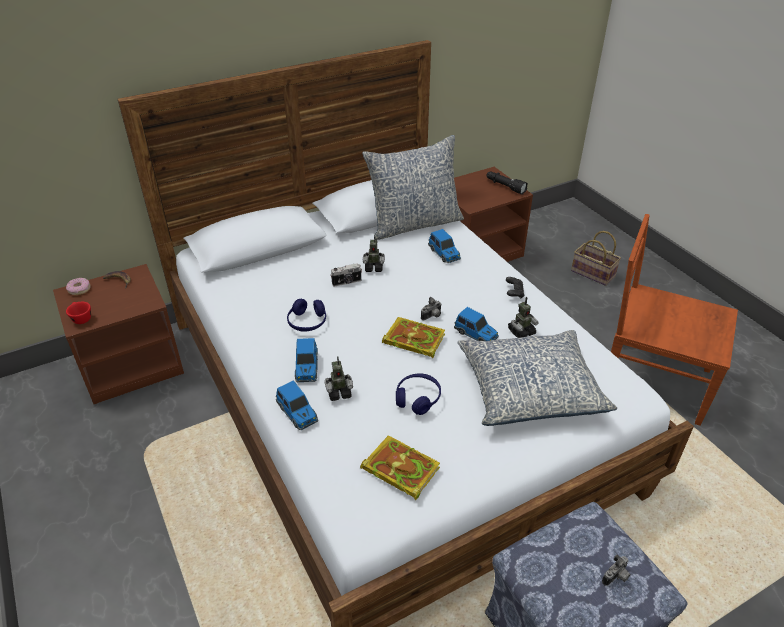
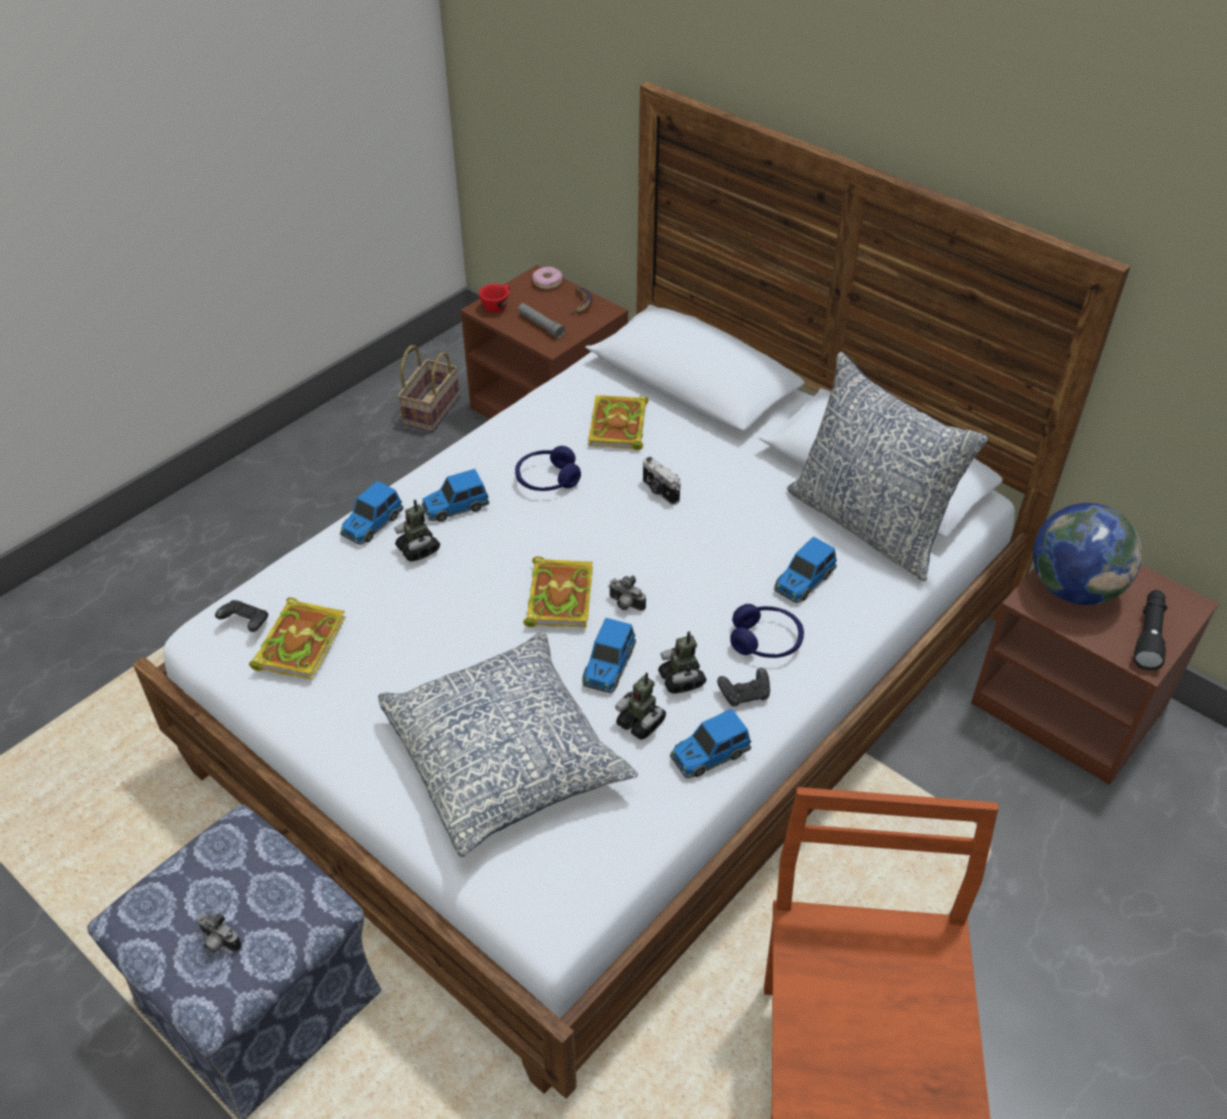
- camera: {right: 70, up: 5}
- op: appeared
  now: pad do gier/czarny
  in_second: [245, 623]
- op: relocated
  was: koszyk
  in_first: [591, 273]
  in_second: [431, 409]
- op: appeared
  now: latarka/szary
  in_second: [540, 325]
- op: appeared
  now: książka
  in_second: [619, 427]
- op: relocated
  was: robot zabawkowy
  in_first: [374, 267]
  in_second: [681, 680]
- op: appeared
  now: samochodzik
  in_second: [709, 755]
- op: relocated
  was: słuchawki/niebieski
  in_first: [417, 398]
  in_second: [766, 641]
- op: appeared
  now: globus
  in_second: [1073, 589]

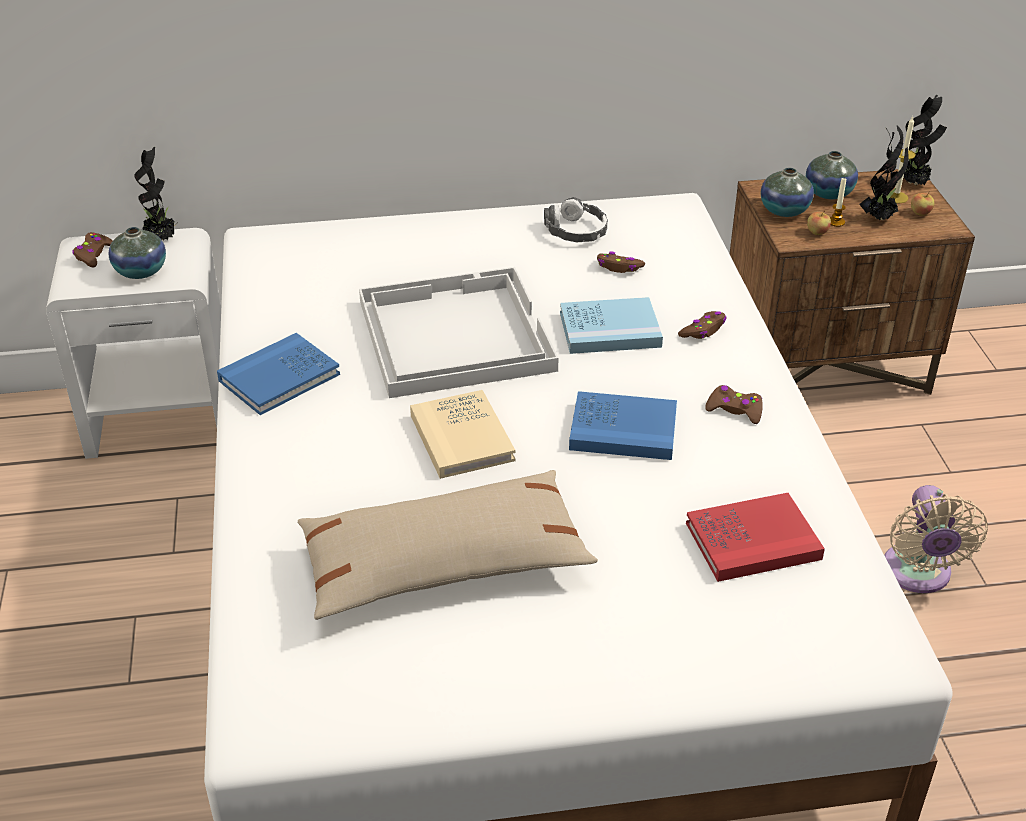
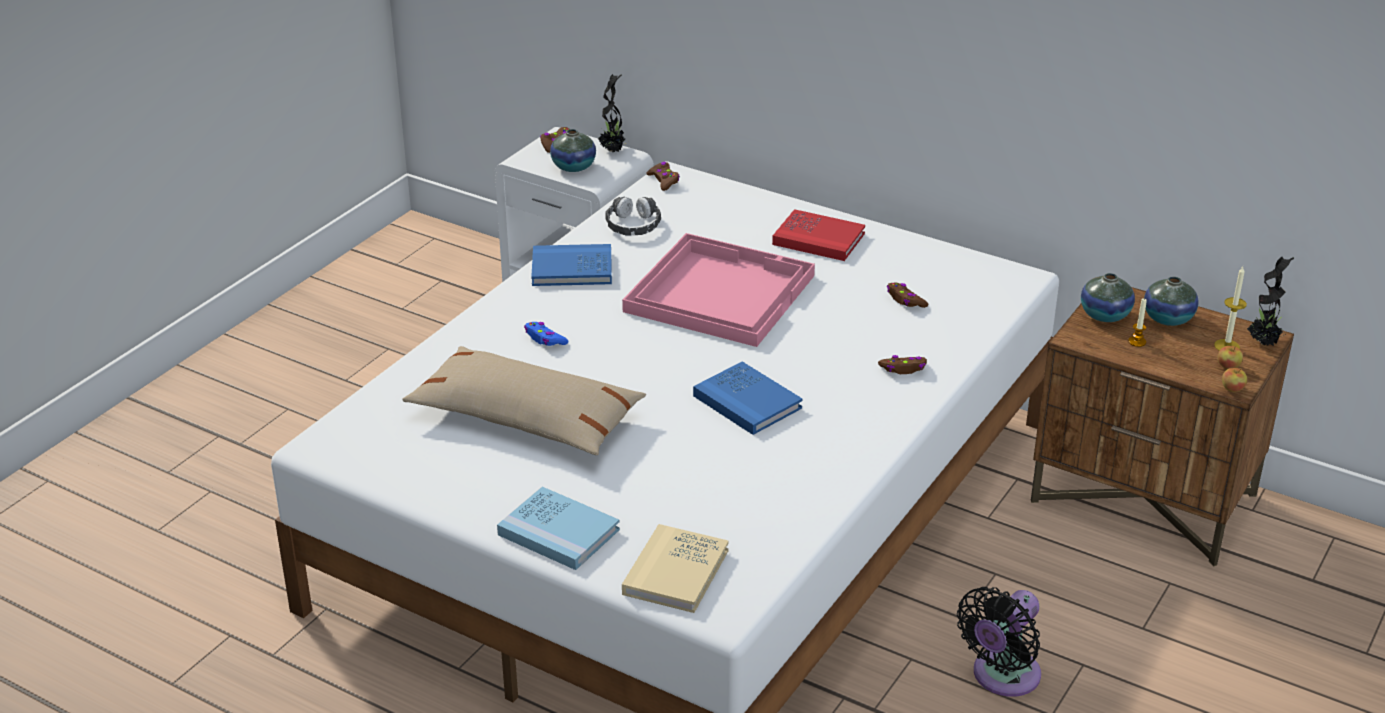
- camera: {right: 40, up: -5}
- op: relocated
  was: książka/niebieski
  in_first: [610, 330]
  in_second: [558, 532]
- op: appeared
  now: pad do gier/niebieski
  in_second: [545, 339]
- op: relocated
  was: słuchawki
  in_first: [576, 231]
  in_second: [633, 225]
- op: colour
  was: taca/biały
  now: taca/różowy
  in_first: [453, 334]
  in_second: [719, 292]
- op: relocated
  was: książka/beżowy
  in_first: [462, 438]
  in_second: [676, 572]
- op: relocated
  was: pad do gier/brązowy
  in_first: [735, 410]
  in_second: [664, 180]
- op: relocated
  was: książka/czerwony
  in_first: [753, 541]
  in_second: [818, 239]
- op: colour
  was: wentylator/beżowy
  now: wentylator/czarny
  in_first: [917, 575]
  in_second: [1002, 677]
- op: relocated
  was: jabłko
  in_first: [817, 232]
  in_second: [1232, 389]
- op: missing
  was: roślina doniczkowa
  in_first: [879, 218]

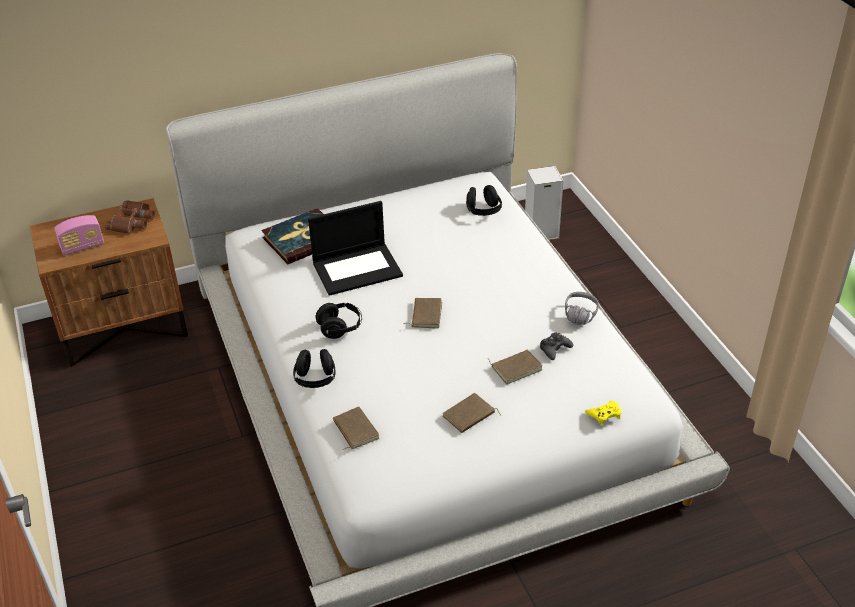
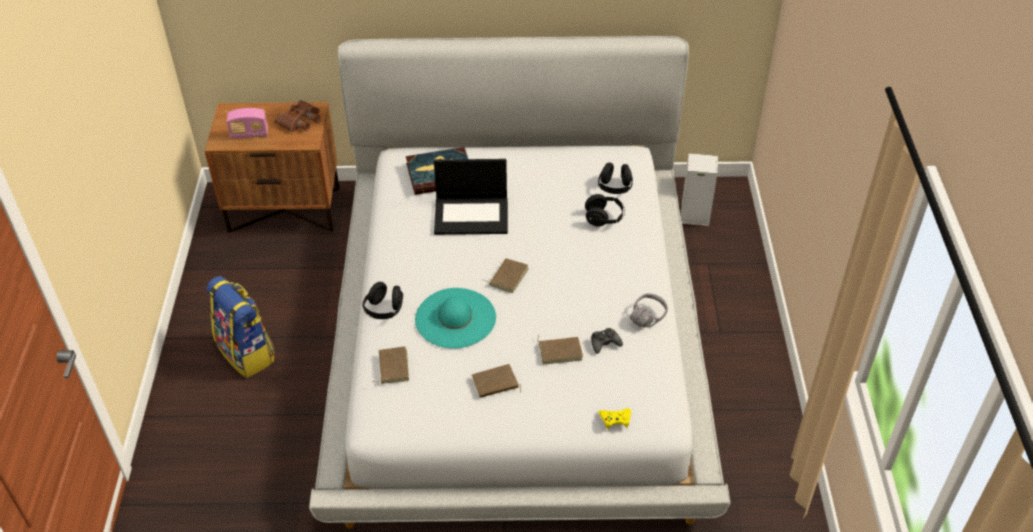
- camera: {right: 20, up: 5}
- op: appeared
  now: plecak
  in_second: [247, 353]
- op: appeared
  now: kapelusz/turkusowy
  in_second: [455, 318]
- op: relocated
  was: słuchawki/czarny
  in_first: [340, 328]
  in_second: [604, 218]

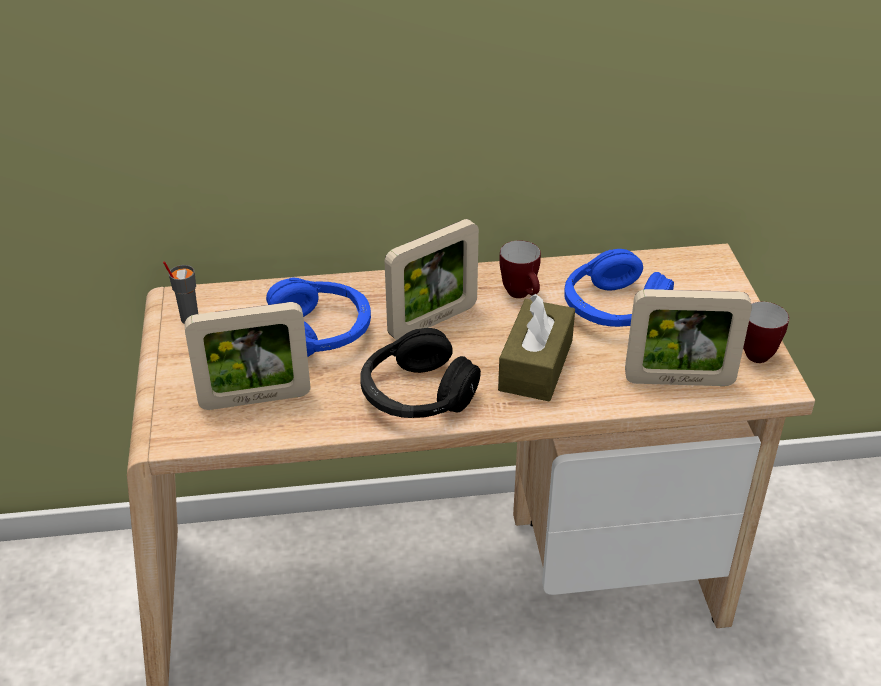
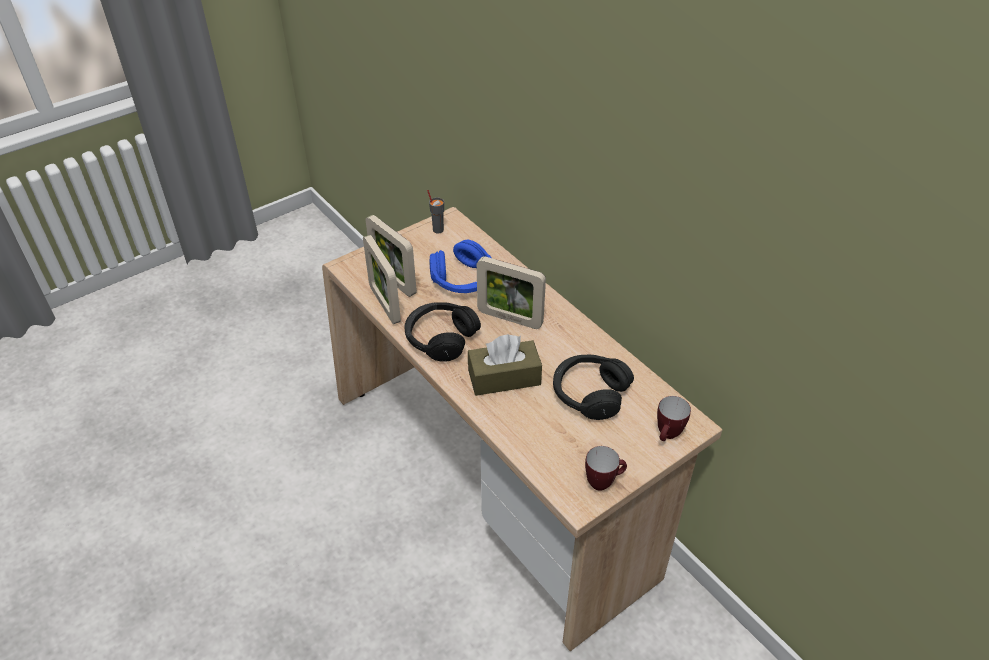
- camera: {right: 60, up: 5}
- op: relocated
  was: ramka na zdjęcie
  in_first: [679, 381]
  in_second: [384, 305]
- op: colour
  was: słuchawki/niebieski
  now: słuchawki/czarny
  in_first: [613, 309]
  in_second: [589, 393]
- op: relocated
  was: kubek
  in_first: [522, 295]
  in_second: [667, 436]

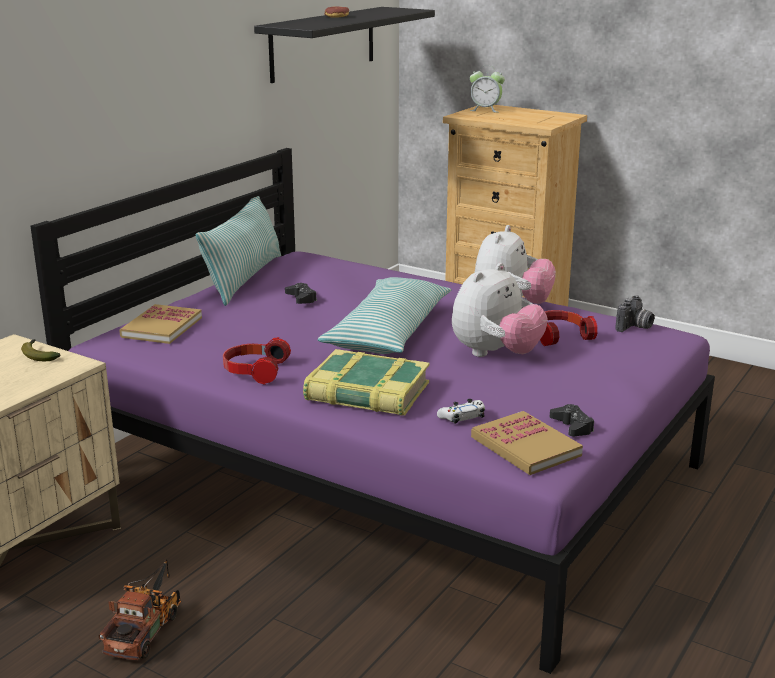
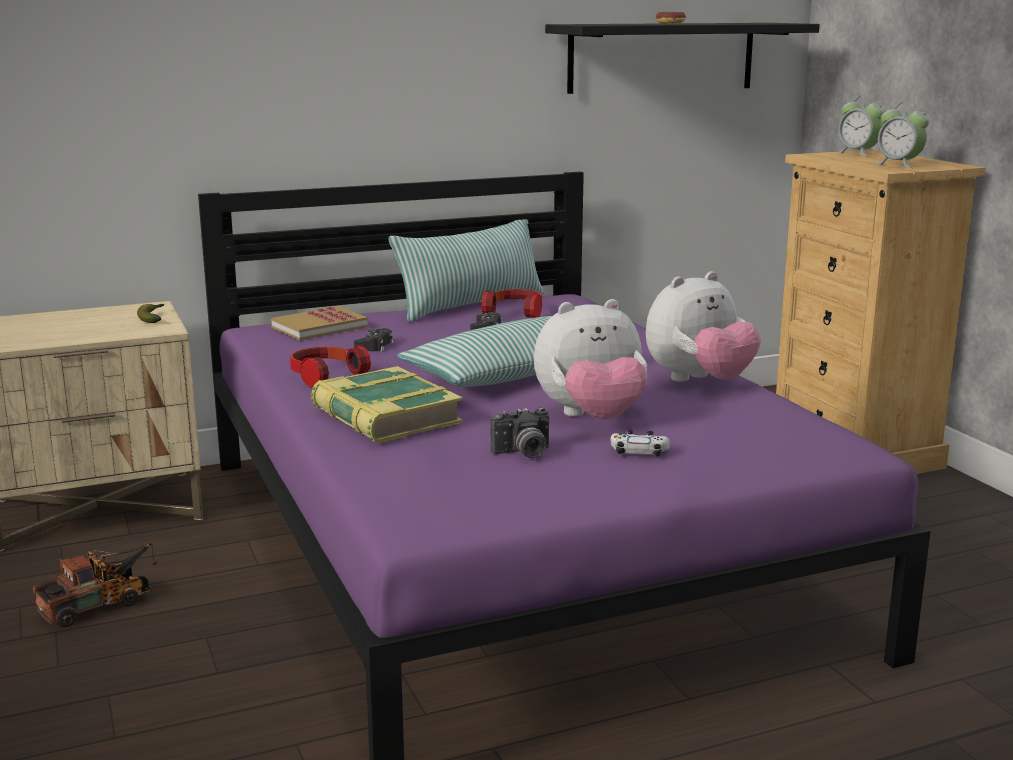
- camera: {right: 35, up: -5}
- op: relocated
  was: pad do gier/czarny
  in_first: [572, 426]
  in_second: [374, 346]
- op: relocated
  was: słuchawki
  in_first: [560, 336]
  in_second: [515, 313]
- op: relocated
  was: aparat fotograficzny
  in_first: [634, 327]
  in_second: [523, 453]
- op: relocated
  was: pad do gier/biały
  in_first: [462, 417]
  in_second: [639, 452]
- op: appeared
  now: budzik
  in_second: [899, 165]
- op: missing
  was: książka
  in_first: [525, 447]

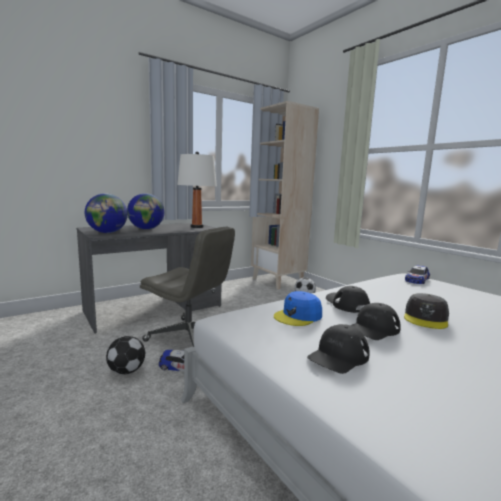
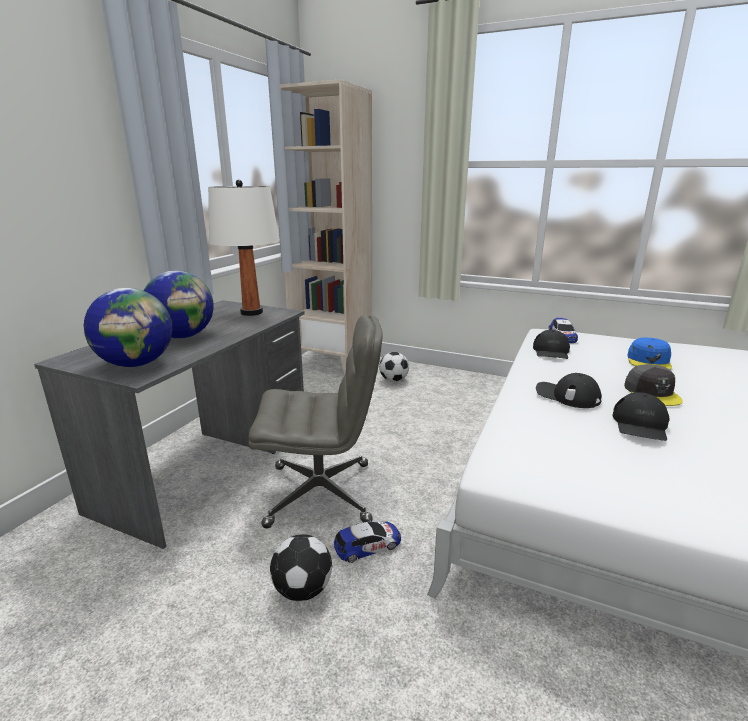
- camera: {right: -30, up: 10}
- op: relocated
  was: czapka z daszkiem/czarny
  in_first: [338, 356]
  in_second: [551, 351]
- op: relocated
  was: czapka z daszkiem/niebieski
  in_first: [298, 316]
  in_second: [649, 361]

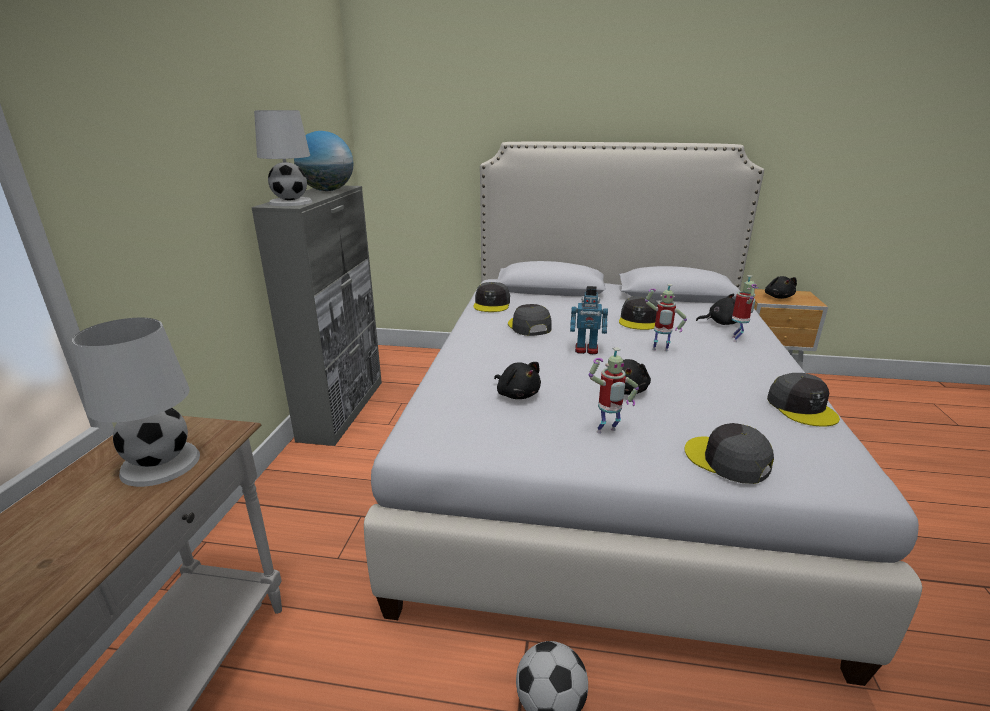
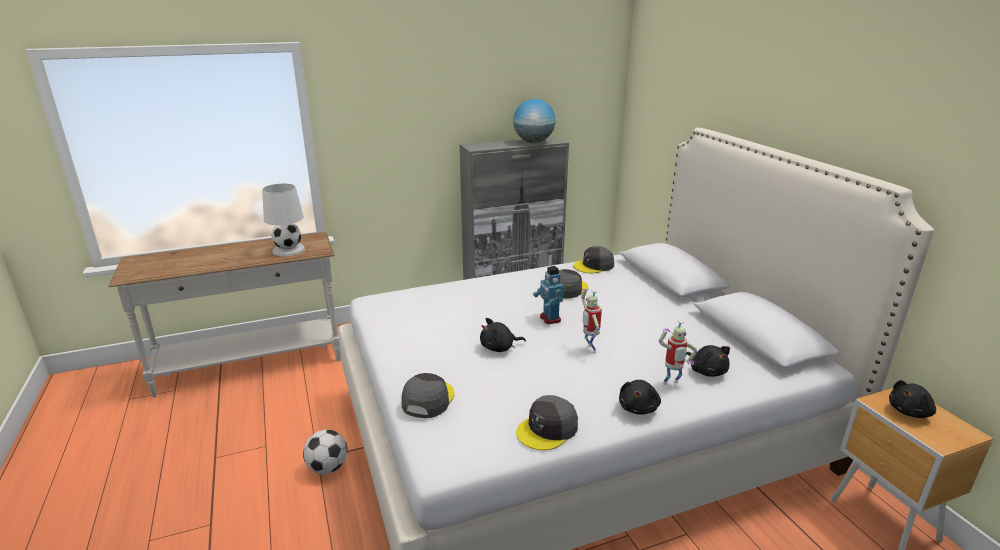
- camera: {right: 60, up: 0}
- op: relocated
  was: pluszak/czarny
  in_first: [517, 394]
  in_second: [638, 408]
- op: missing
  was: lampa stołowa/biały
  in_first: [291, 202]
- op: missing
  was: robot zabawkowy
  in_first: [607, 432]
- op: missing
  was: czapka z daszkiem/szary
  in_first: [639, 320]

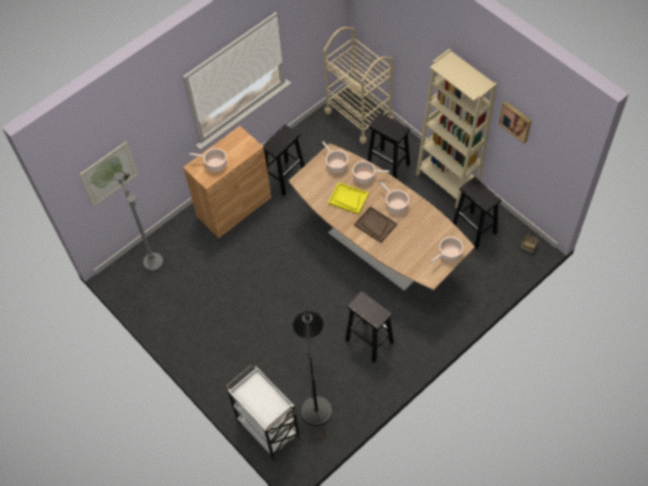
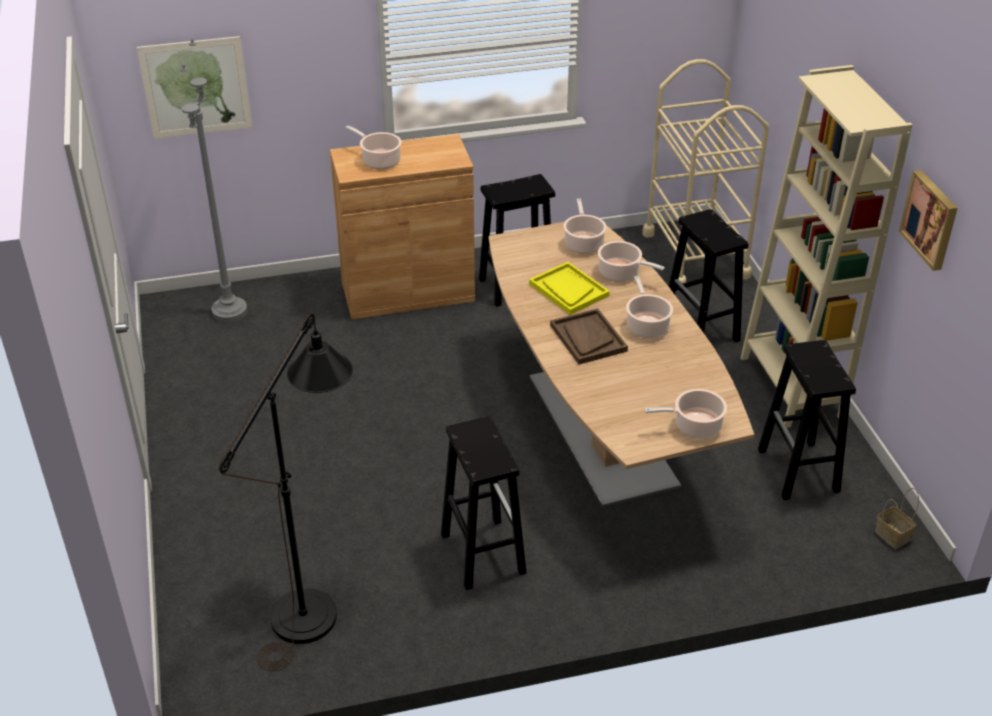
- camera: {right: 25, up: -20}
- op: missing
  was: wózek/biały
  in_first: [268, 428]

